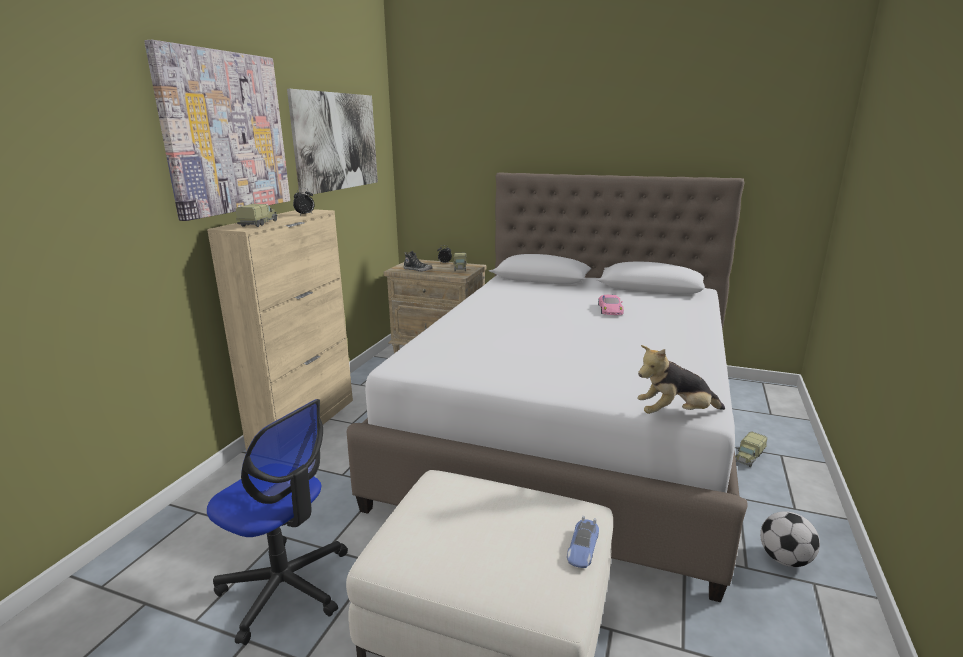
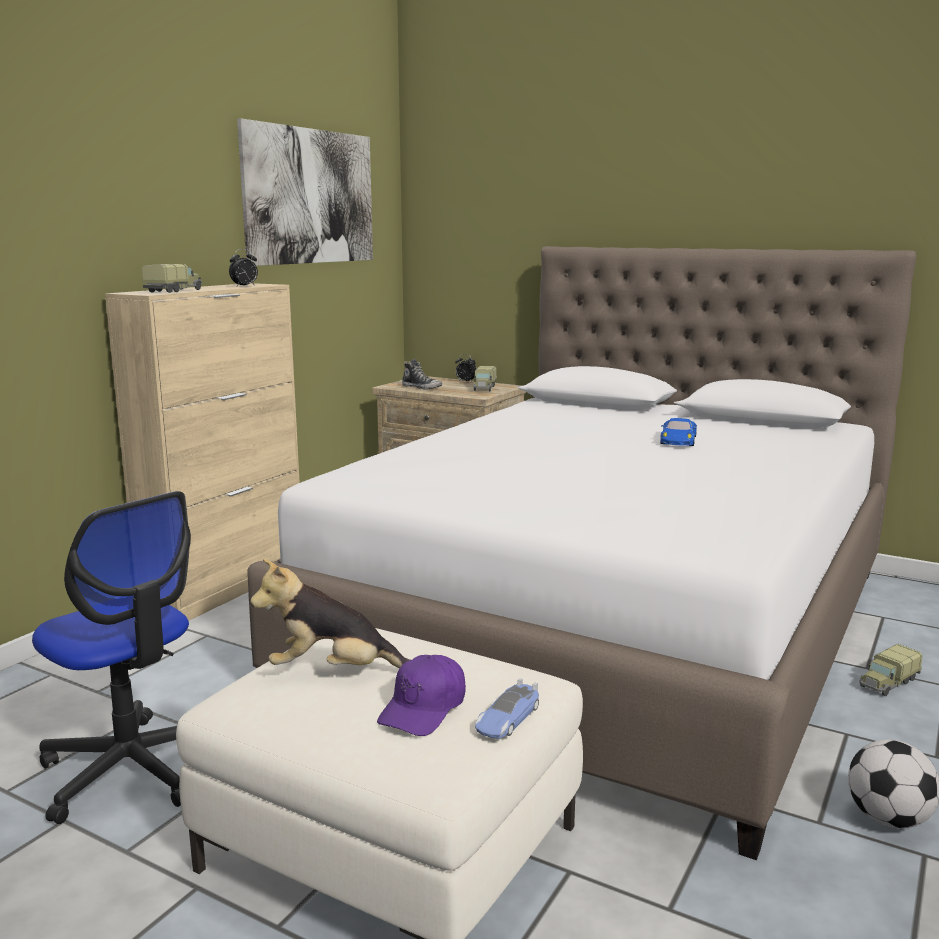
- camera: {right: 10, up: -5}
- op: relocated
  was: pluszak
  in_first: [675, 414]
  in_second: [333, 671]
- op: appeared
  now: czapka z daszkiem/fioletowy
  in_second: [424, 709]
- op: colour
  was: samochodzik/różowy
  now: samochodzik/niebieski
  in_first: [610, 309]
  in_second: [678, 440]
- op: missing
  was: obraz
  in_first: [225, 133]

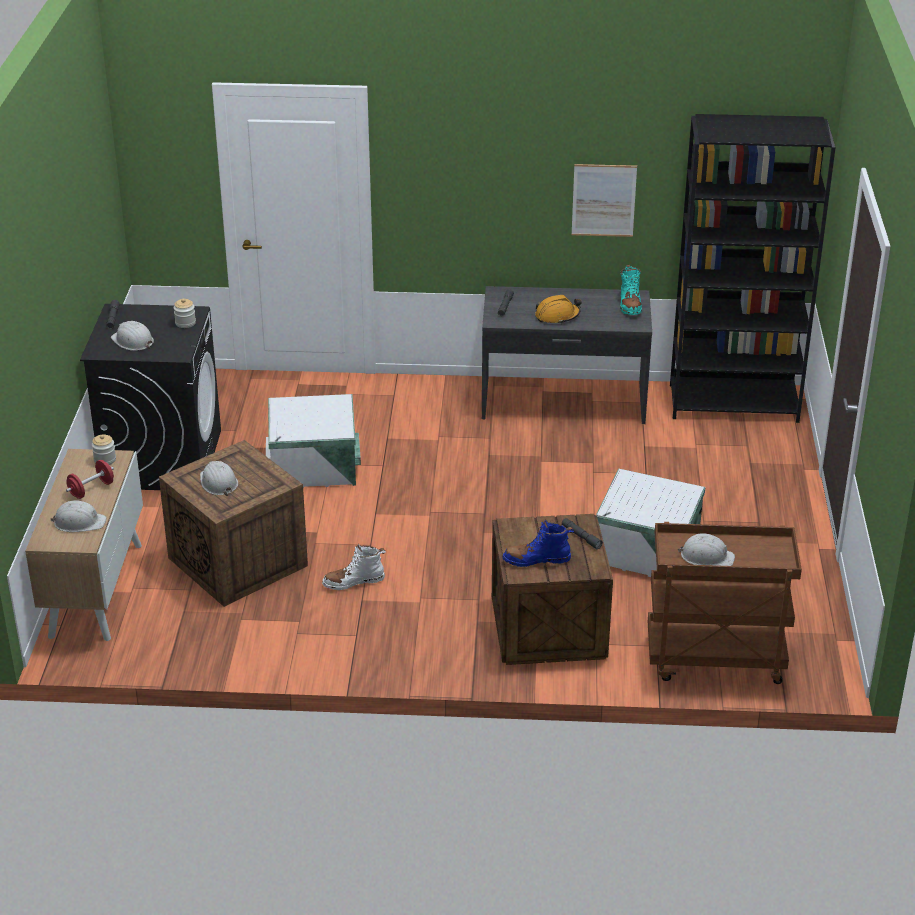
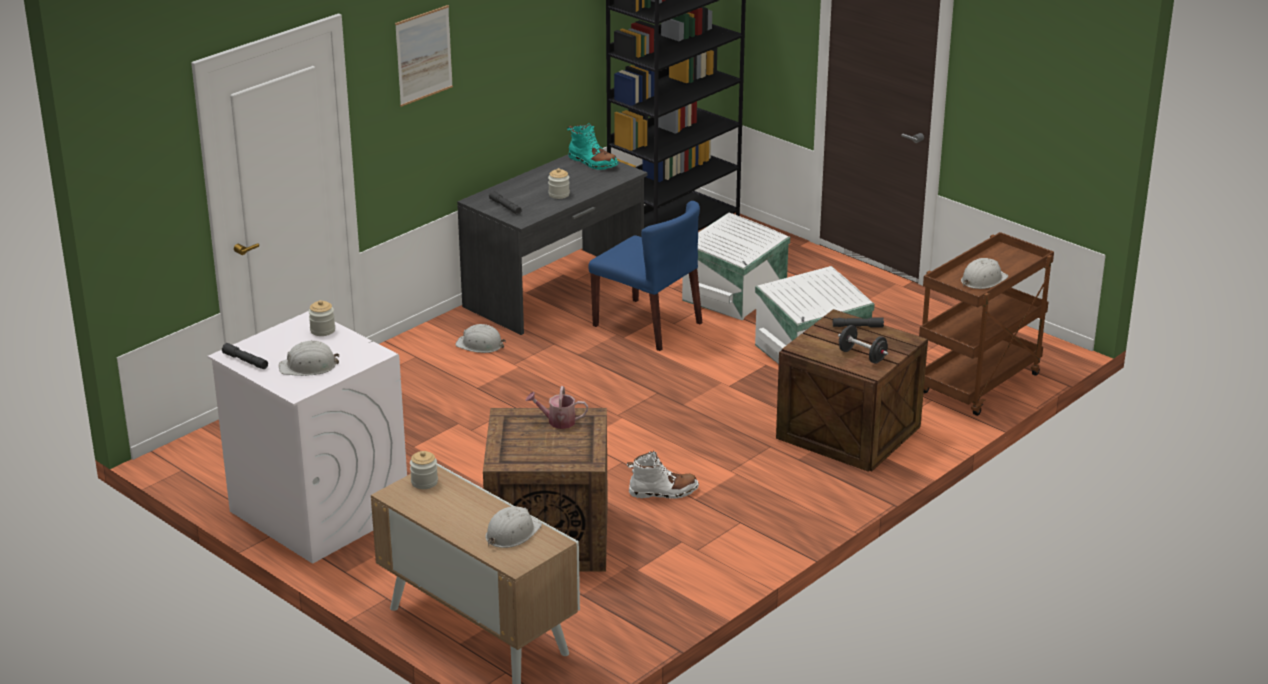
- camera: {right: -50, up: -5}
- op: colour
  was: pralka/czarny
  now: pralka/biały
  in_first: [162, 458]
  in_second: [318, 510]
- op: relocated
  was: obraz
  in_first: [603, 200]
  in_second: [424, 55]
- op: relocated
  was: kask/biały
  in_first: [218, 482]
  in_second: [480, 345]
- op: appeared
  now: konewka
  in_second: [557, 421]
- op: exchanged
  was: kask/pomarańczowy
  now: słoik
  in_first: [557, 316]
  in_second: [559, 194]
- op: appeared
  now: krzesło/niebieski
  in_second: [648, 324]
- op: spun
  was: but z cholewką/biały
  in_first: [353, 581]
  in_second: [663, 492]
  clockwise: -120
- op: relocated
  was: pojemnik do przechowywania/biały
  in_first: [315, 468]
  in_second: [736, 294]
- op: exchanged
  was: but z cholewką/niebieski
  now: hantel/czarny
  in_first: [536, 559]
  in_second: [862, 356]
- op: missing
  was: hantel/czerwony
  in_first: [91, 489]

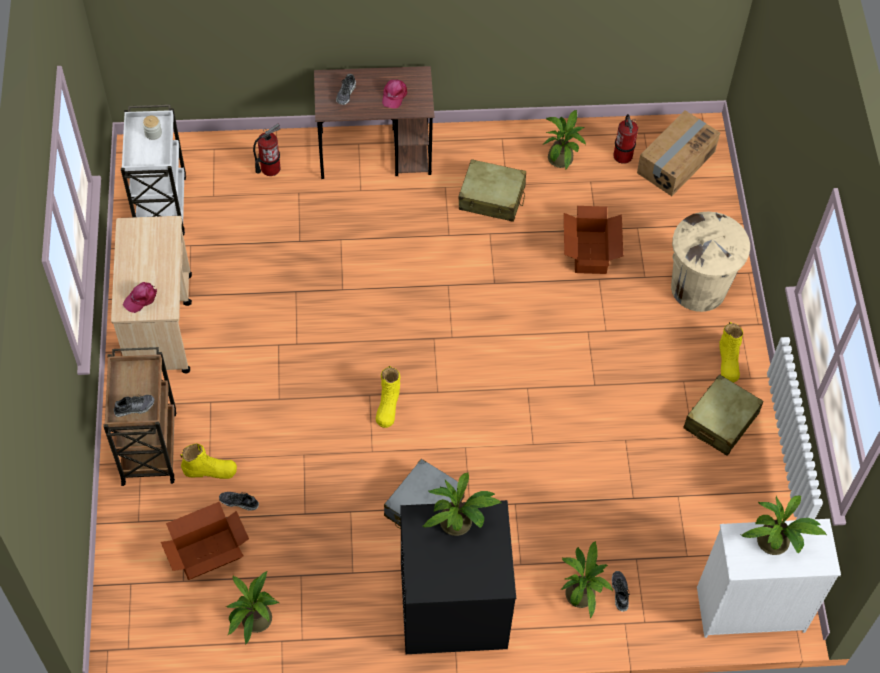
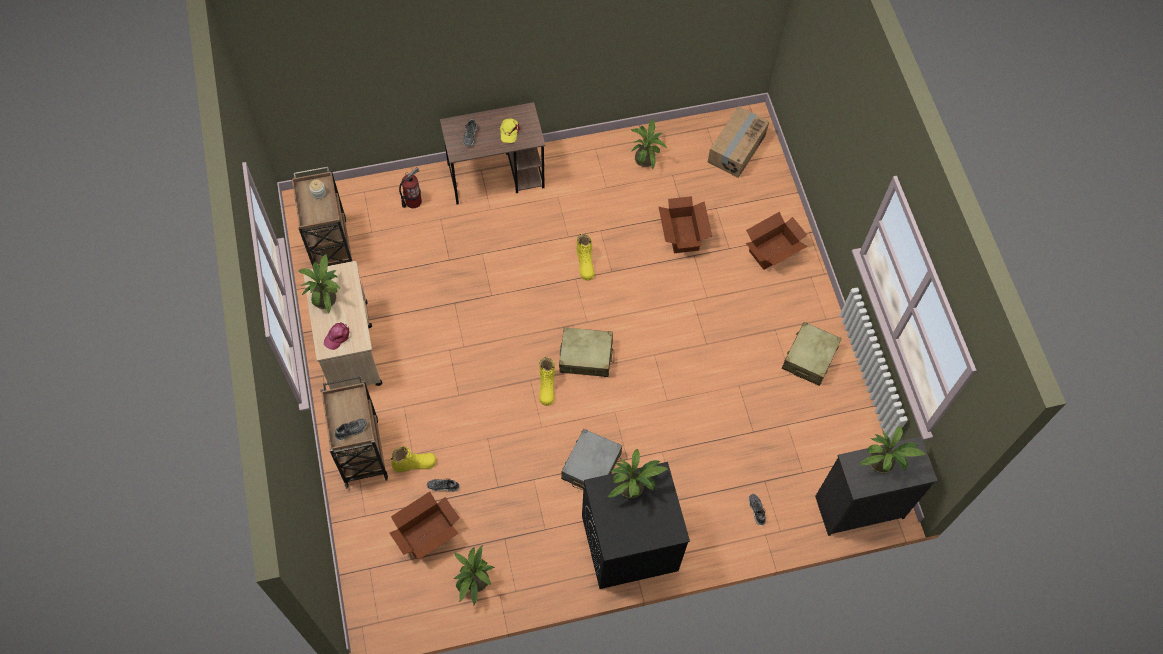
- camera: {right: -10, up: 5}
- op: colour
  was: wózek/biały
  now: wózek/brązowy
  in_first: [161, 204]
  in_second: [330, 245]
- op: relocated
  was: roślina doniczkowa
  in_first: [582, 591]
  in_second: [326, 296]
- op: colour
  was: czapka z daszkiem/różowy
  now: czapka z daszkiem/żółty
  in_first: [394, 95]
  in_second: [509, 131]
- op: relocated
  was: walizka/beżowy
  in_first: [492, 198]
  in_second: [586, 356]
- op: relocated
  was: but z cholewką/żółty
  in_first: [728, 361]
  in_second: [585, 263]
- op: exchanged
  was: kosz na śmieci/beżowy
  now: karton
  in_first: [699, 288]
  in_second: [773, 251]
- op: colour
  was: komoda/biały
  now: komoda/czarny
  in_first: [749, 609]
  in_second: [858, 507]
- op: missing
  was: gaśnica
  in_first: [623, 155]

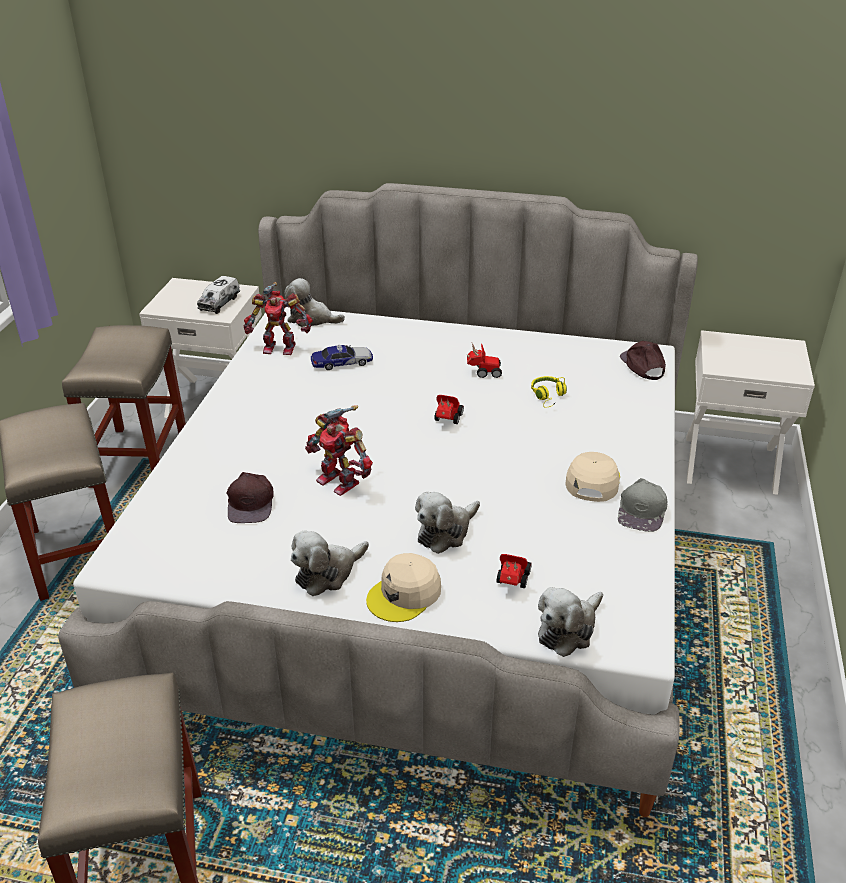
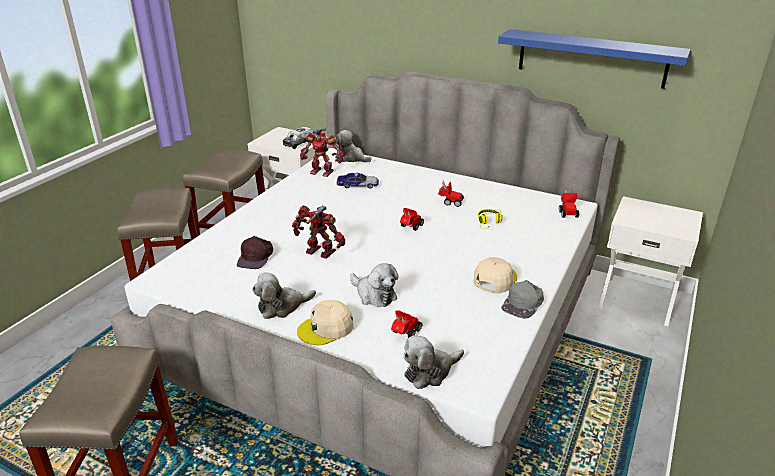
- camera: {right: 15, up: -5}
- op: spun
  was: robot zabawkowy
  in_first: [340, 480]
  in_second: [319, 253]
  clockwise: 150
- op: spun
  was: pluszak
  in_first: [446, 532]
  in_second: [374, 295]
  clockwise: -105
- op: appeared
  now: półka/niebieski
  in_second: [591, 58]
- op: exchanged
  was: czapka z daszkiem/brązowy
  now: samochodzik
  in_first: [642, 365]
  in_second: [567, 212]

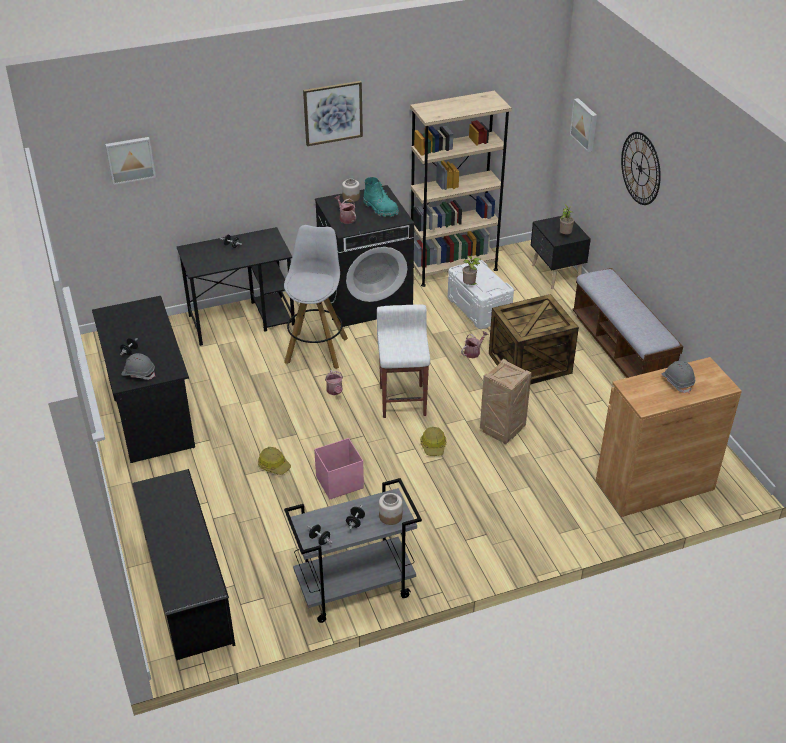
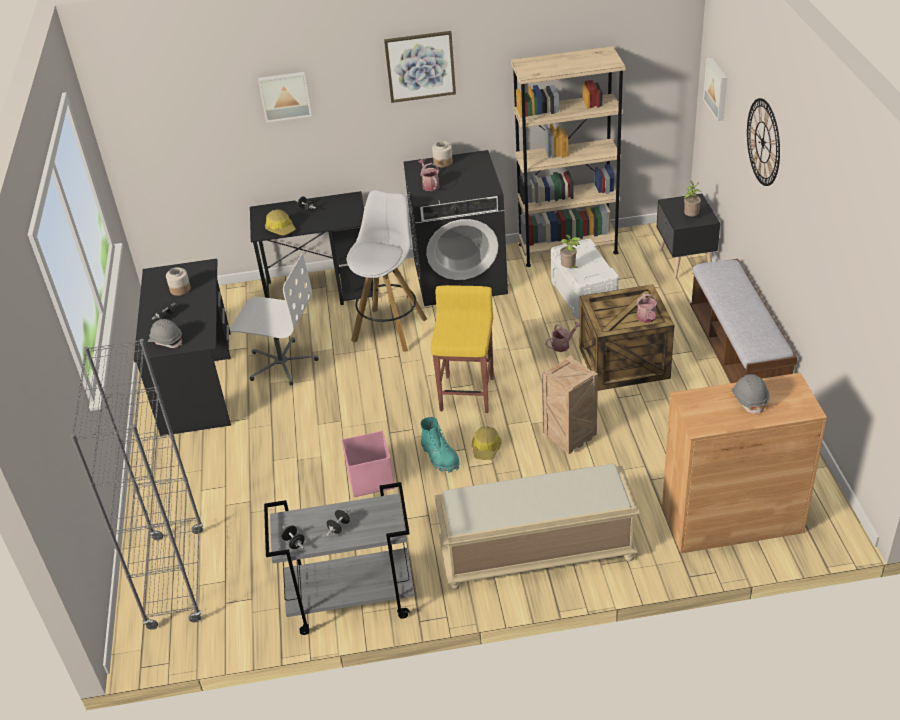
- camera: {right: 15, up: 0}
- op: exchanged
  was: regał na buty/czarny
  now: regał/szary
  in_first: [187, 588]
  in_second: [176, 578]
- op: relocated
  was: słoik
  in_first: [390, 516]
  in_second: [180, 289]
- op: appeared
  now: krzesło biurowe/biały
  in_second: [281, 363]
- op: relocated
  was: obraz
  in_first: [130, 159]
  in_second: [285, 95]
- op: relocated
  was: kask
  in_first: [274, 465]
  in_second: [281, 228]
- op: relocated
  was: but z cholewką/turkusowy
  in_first: [380, 209]
  in_second: [440, 457]
- op: colour
  was: stołek/biały
  now: stołek/żółty
  in_first: [403, 400]
  in_second: [467, 393]
- op: appeared
  now: ławka/beżowy
  in_second: [536, 554]
- op: relocated
  was: konewka
  in_first: [335, 391]
  in_second: [646, 319]

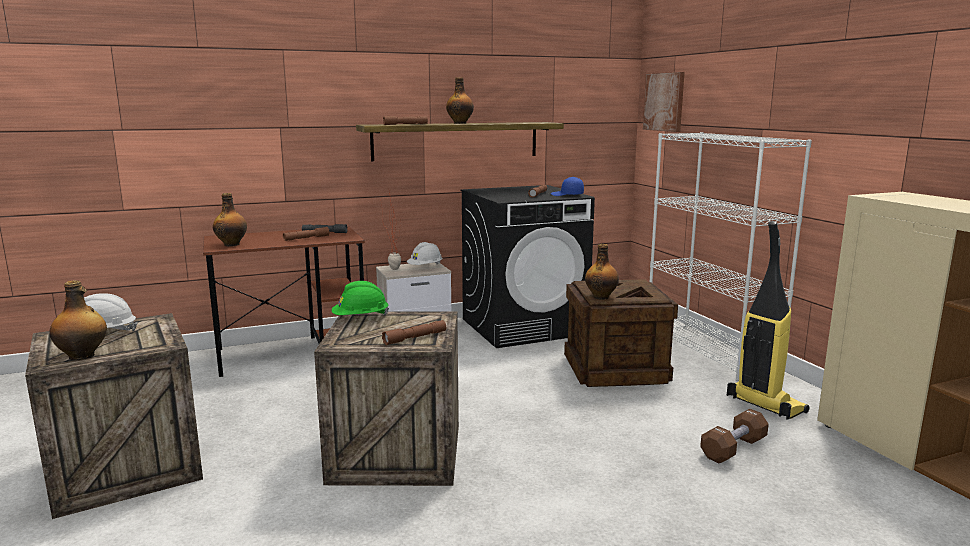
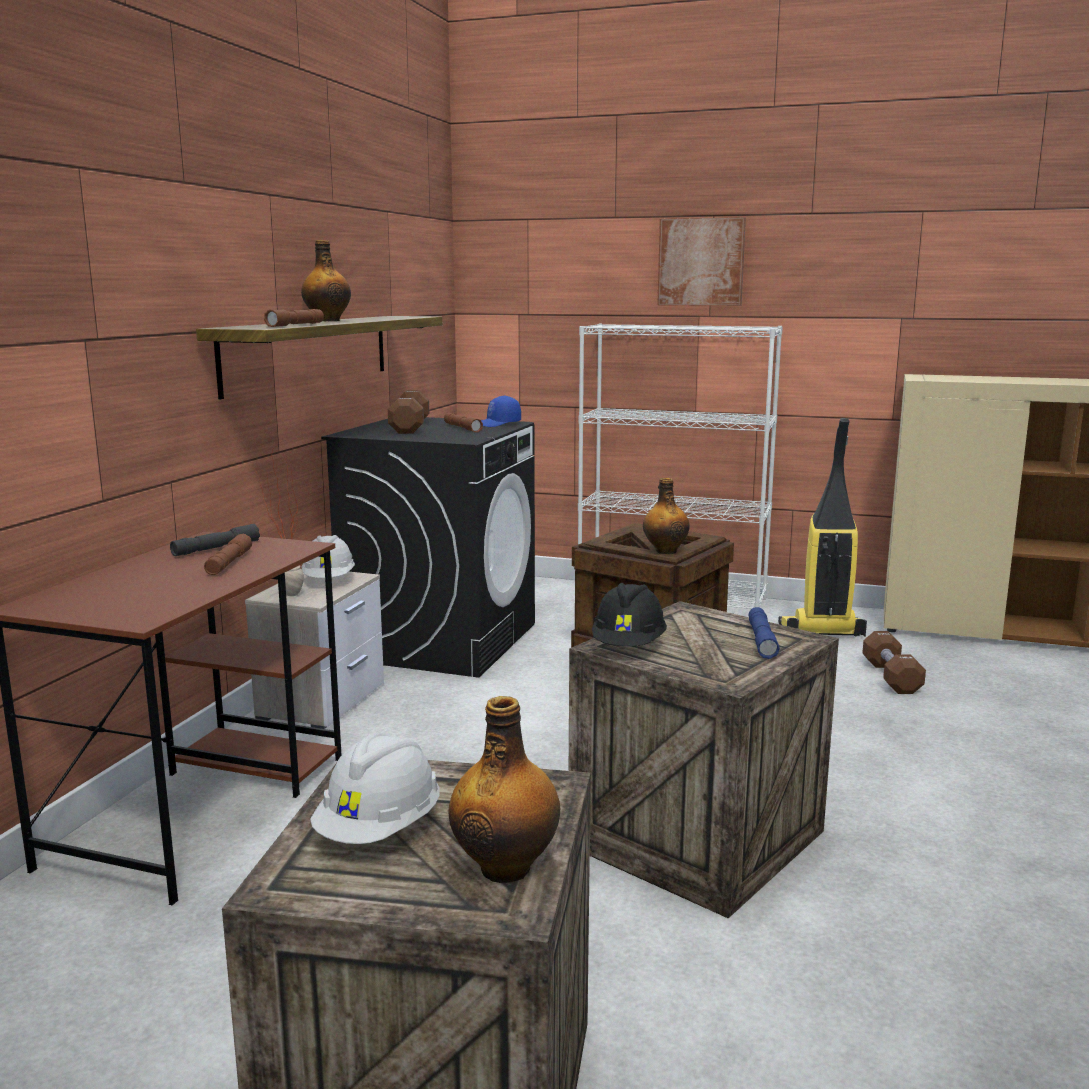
- camera: {right: -50, up: 0}
- op: appeared
  now: hantel/brązowy
  in_second: [409, 427]
- op: colour
  was: kask/zielony
  now: kask/czarny
  in_first: [360, 318]
  in_second: [629, 646]
- op: relocated
  was: obraz
  in_first: [664, 102]
  in_second: [701, 262]
- op: colour
  was: latarka/brązowy
  now: latarka/niebieski
  in_first: [415, 338]
  in_second: [761, 640]
- op: missing
  was: butelka
  in_first: [232, 244]

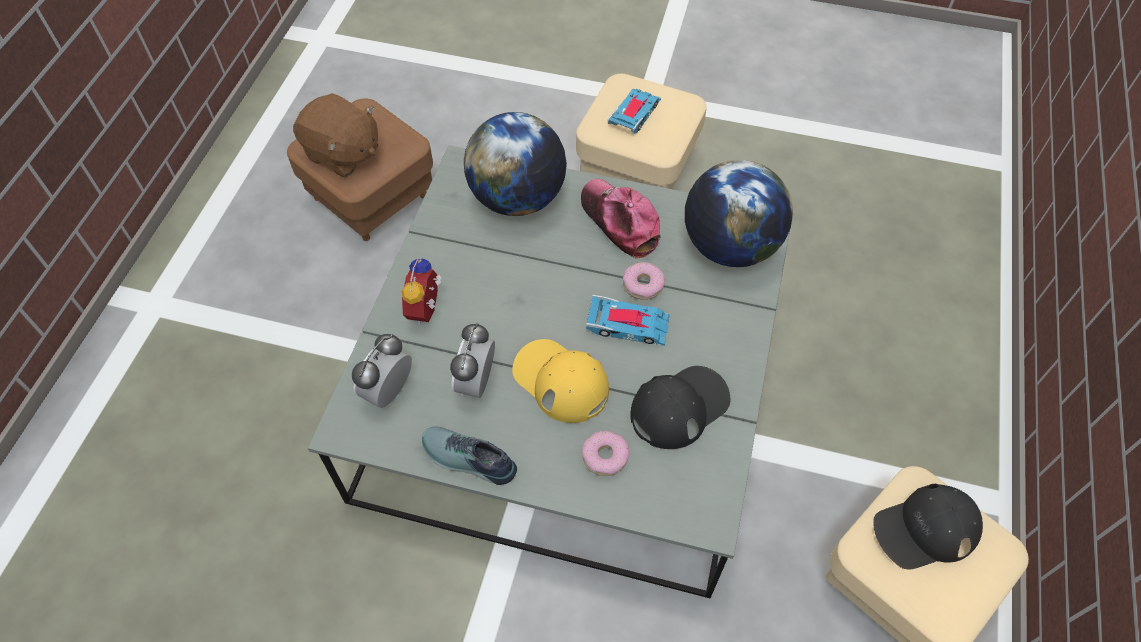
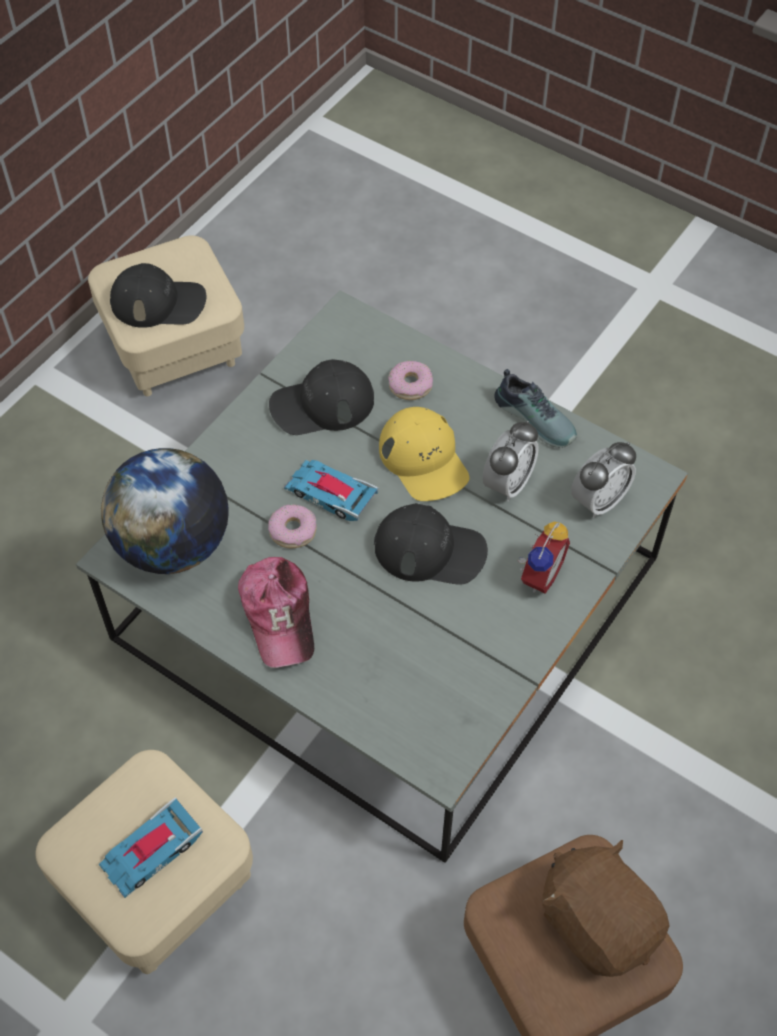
- camera: {right: -160, up: 0}
- op: appeared
  now: czapka z daszkiem/czarny
  in_second: [430, 550]
- op: missing
  was: globus
  in_first: [518, 198]

